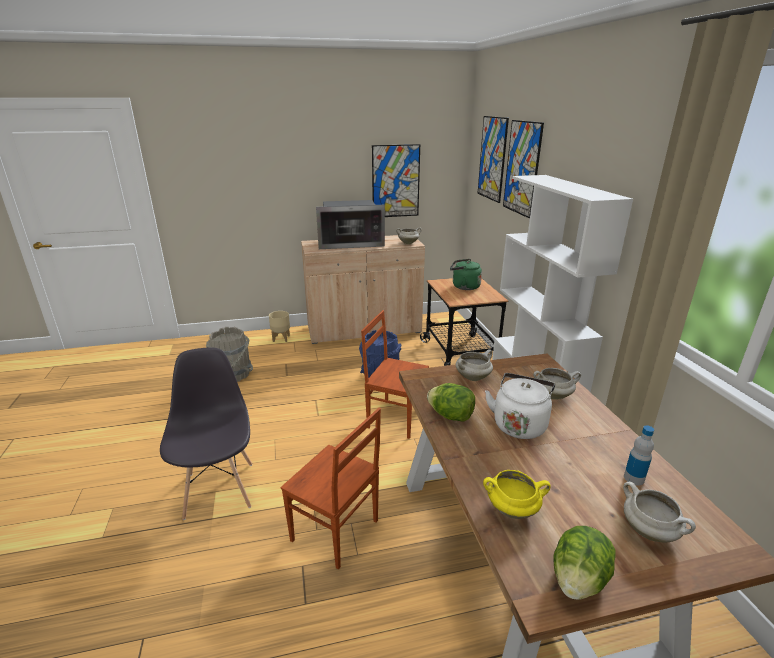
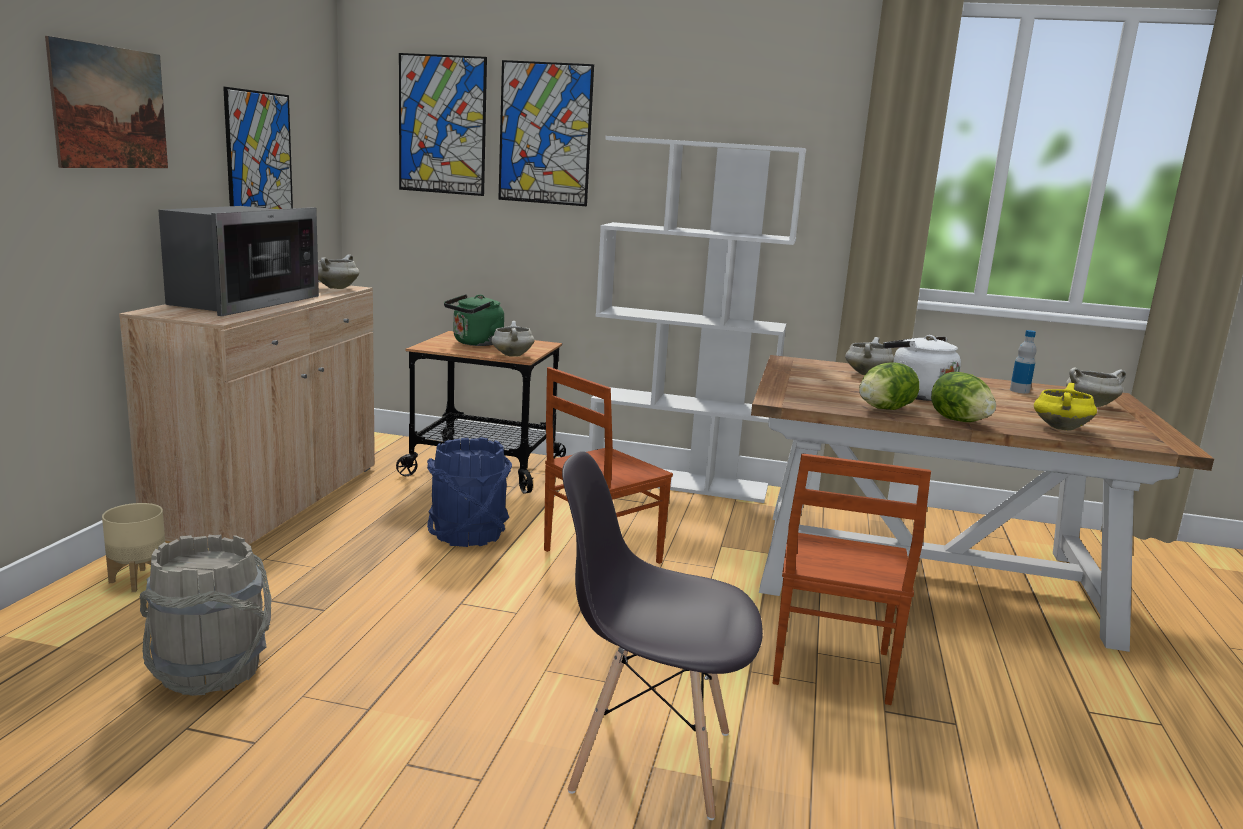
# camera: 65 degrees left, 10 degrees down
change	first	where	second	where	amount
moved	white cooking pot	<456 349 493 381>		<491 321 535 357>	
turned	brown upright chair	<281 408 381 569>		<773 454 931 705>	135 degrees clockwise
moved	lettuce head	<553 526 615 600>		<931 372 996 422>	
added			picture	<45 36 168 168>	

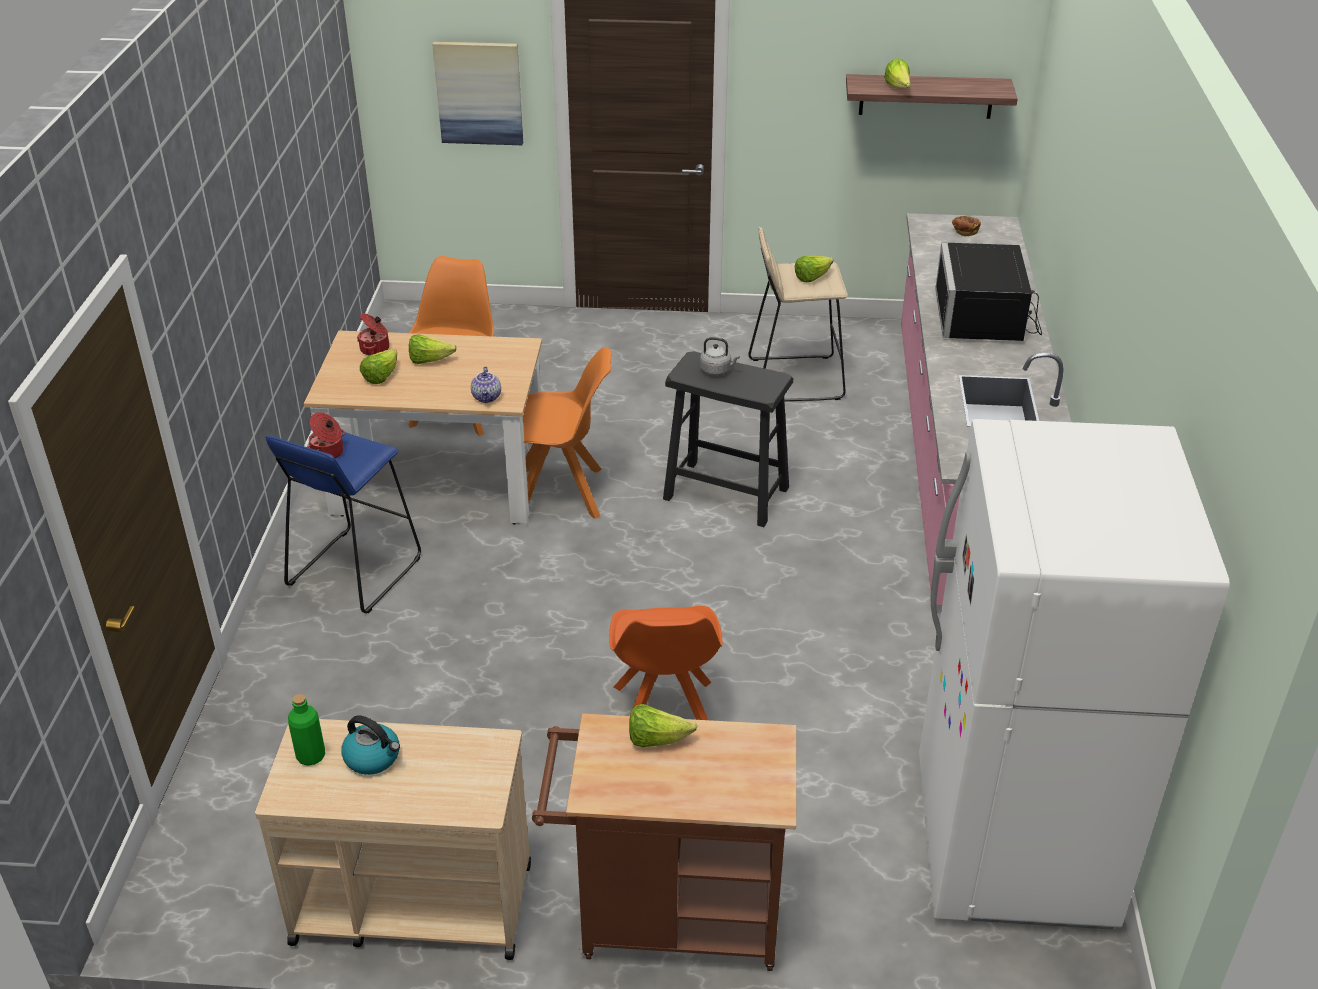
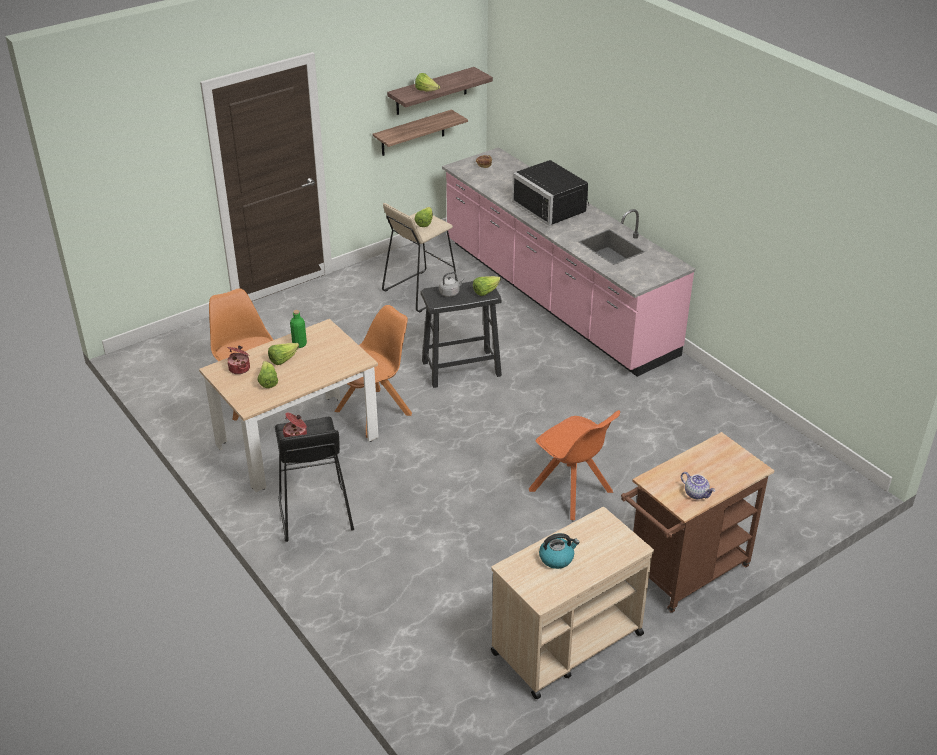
# camera: 40 degrees left, 0 degrees up
change	first	where	second	where	amount
removed	picture	<432 41 523 145>			
moved	teapot	<471 366 501 403>		<681 472 715 499>	
removed	white kitchen fridge	<919 419 1230 930>			
recoloured	blue stool seat	<266 431 421 613>	black stool seat	<275 417 354 542>	
moved	green drink bottle	<288 694 325 766>		<290 310 307 348>	
moved	lettuce head	<629 704 697 747>		<473 276 501 296>	
added			bracket shelf	<373 110 468 156>	

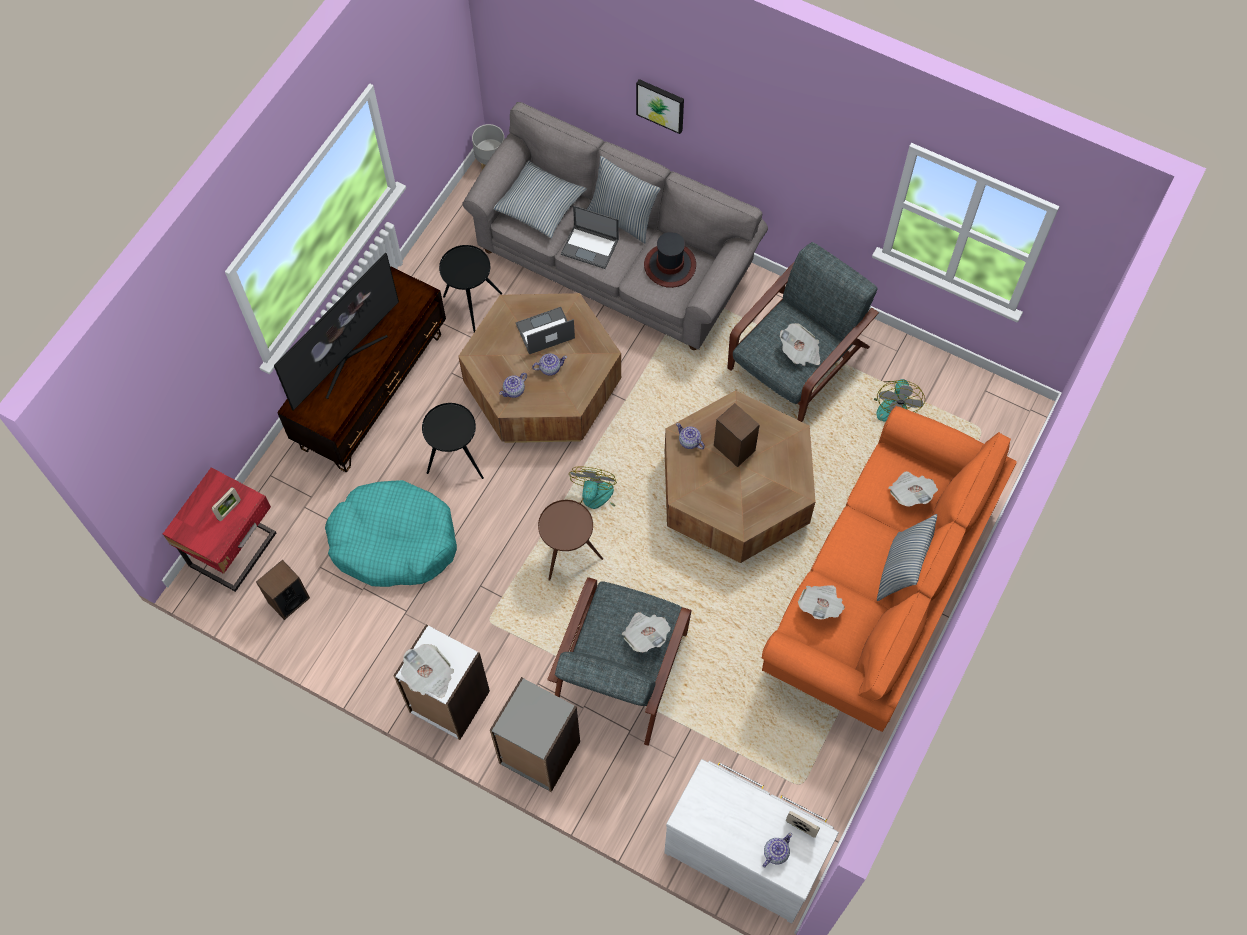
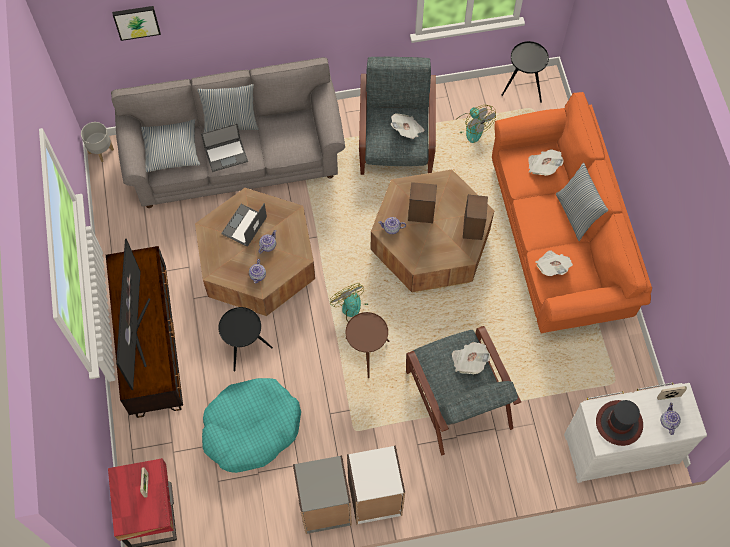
# camera: 40 degrees left, 0 degrees up
change	first	where	second	where	amount
moved	picture	<636 79 684 134>		<112 6 161 41>	
moved	wearable hat	<644 232 696 288>		<596 400 643 446>	
moved	black side table	<439 245 502 332>		<502 41 549 103>	
moved	audio speaker	<256 560 310 620>		<463 195 488 240>	
removed	printed paper	<401 644 454 698>			
moved	gray bookcase	<490 677 580 792>		<293 455 352 534>	

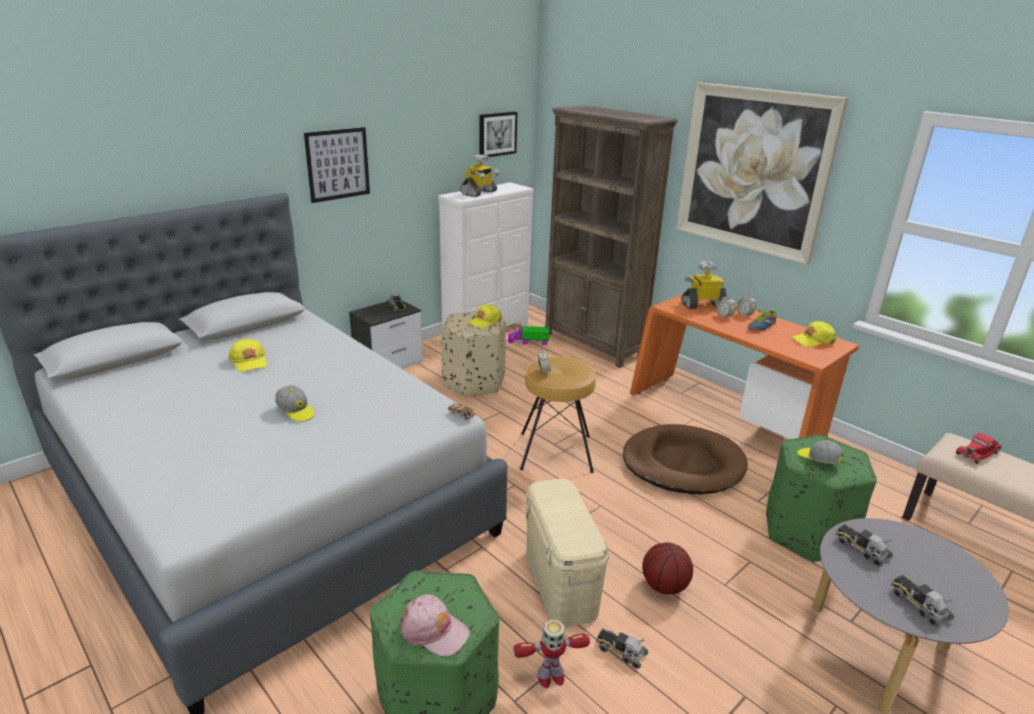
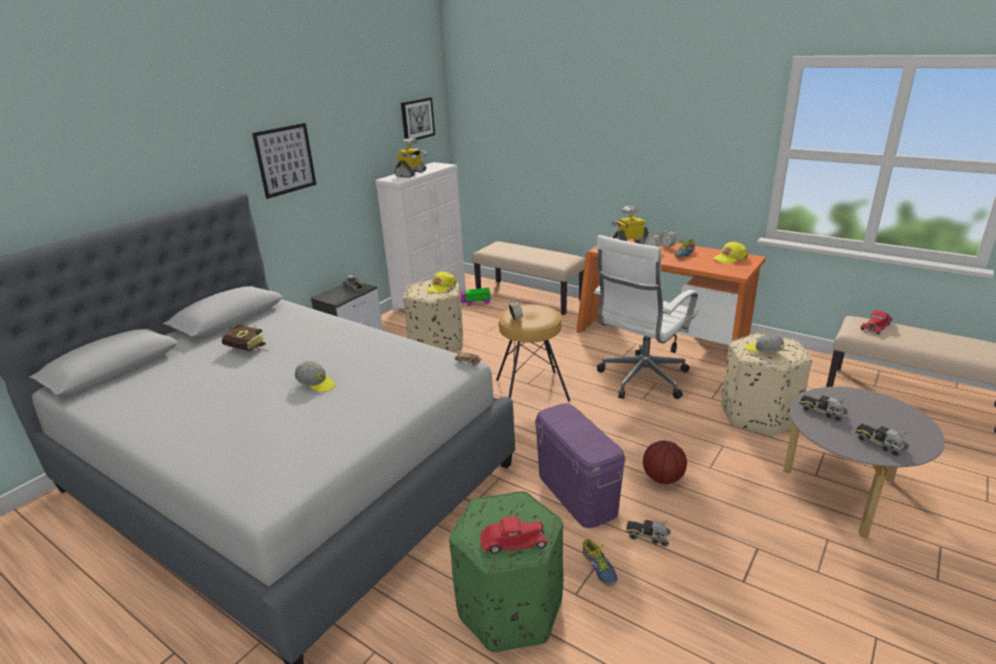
# camera: 10 degrees left, 0 degrees up
change	first	where	second	where	amount
removed	picture	<676 82 848 265>			
replaced	brown bookcase	<545 105 678 368>	sand-coloured bench	<472 241 585 315>	
replaced	yellowish peaked cap	<229 339 267 372>	volume	<222 323 269 351>	
replaced	brown dog cushion	<623 424 747 494>	white desk chair	<593 235 699 399>	
recoloured	green ottoman	<766 435 877 562>	sand-coloured ottoman	<722 333 812 437>	
recoloured	sand-coloured storage container	<526 479 609 627>	purple storage container	<535 403 626 528>	
replaced	pink peaked cap	<400 594 470 657>	reddish toy car	<480 517 548 554>	
replaced	model robot	<513 620 590 688>	shoe	<581 539 618 586>	

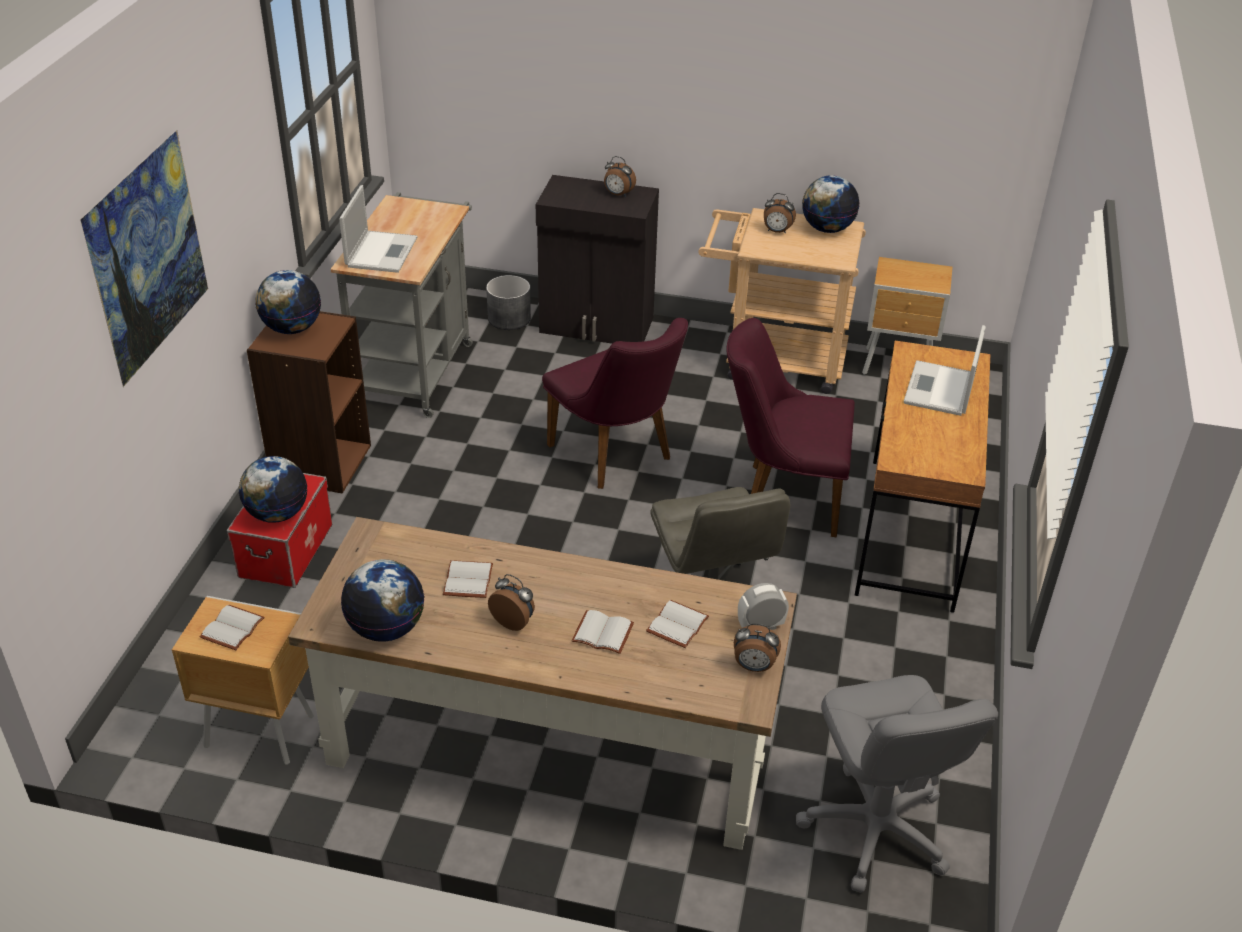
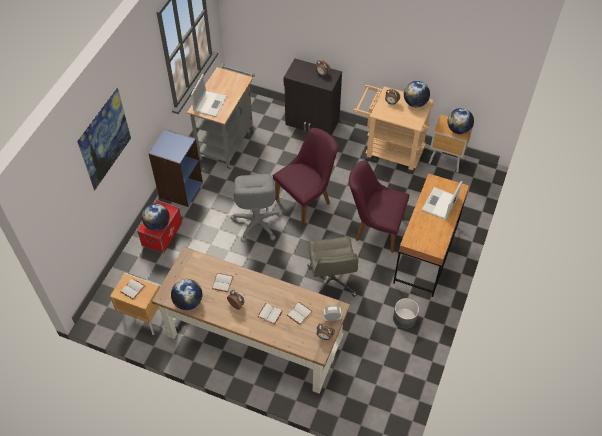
# camera: 10 degrees right, 15 degrees up
change	first	where	second	where	amount
moved	world globe	<256 270 321 334>		<448 108 474 134>	
moved	gray planter	<486 275 531 330>		<393 298 419 329>	
recoloured	brown bookcase	<247 311 371 494>	blue bookcase	<148 129 203 207>	
turned	purple upright chair	<542 318 688 489>		<273 128 338 225>	105 degrees counterclockwise
moved	gray desk chair	<796 675 998 893>		<230 174 283 243>	

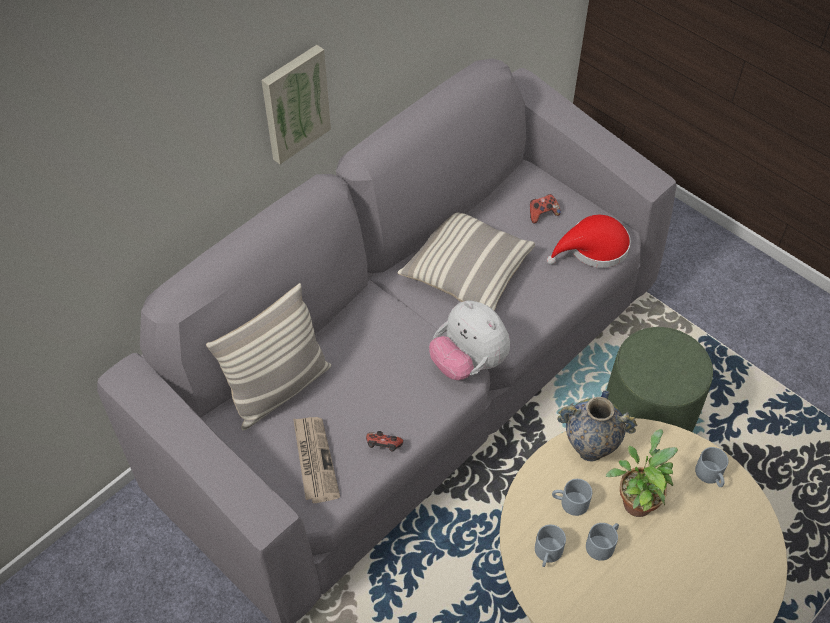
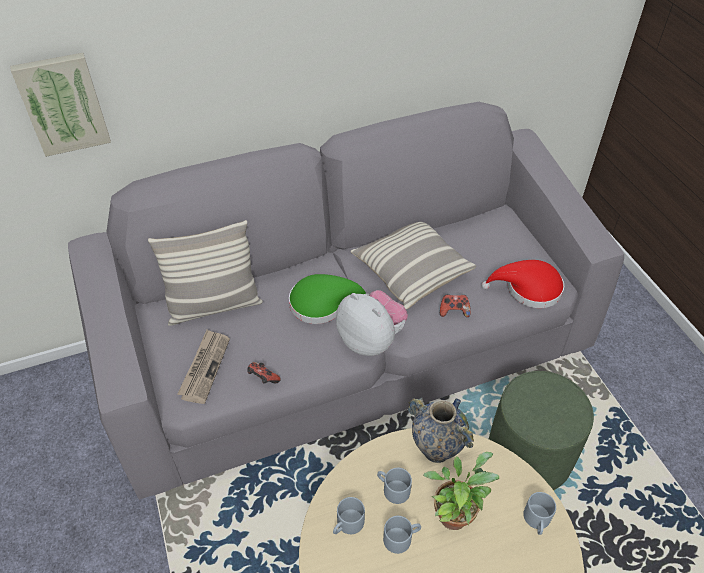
# camera: 25 degrees right, 5 degrees down
change	first	where	second	where	amount
moved	picture	<262 45 331 164>		<10 53 111 157>	
moved	game controller	<530 194 561 224>		<440 294 471 317>	
turned	plush toy	<429 300 510 380>		<336 290 408 356>	150 degrees clockwise
added			green wearable hat	<289 274 366 324>	

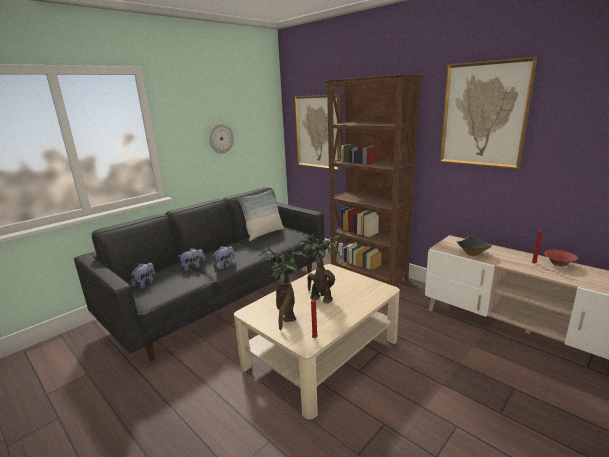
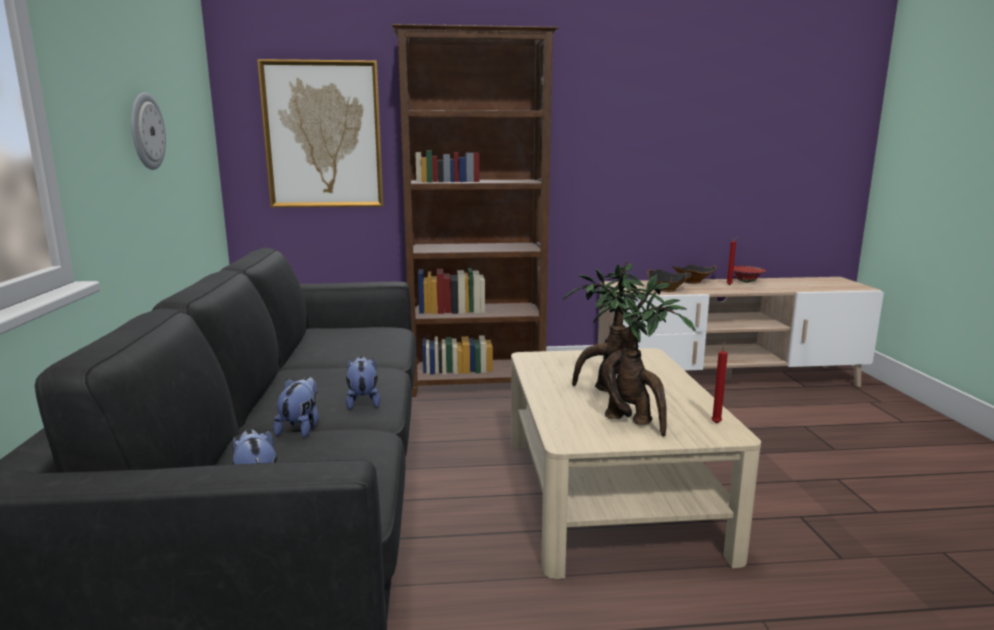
# camera: 50 degrees left, 5 degrees down
change	first	where	second	where	amount
removed	picture	<440 57 538 169>			
removed	pillow	<238 189 284 241>			
added			black bowl	<672 264 717 284>	

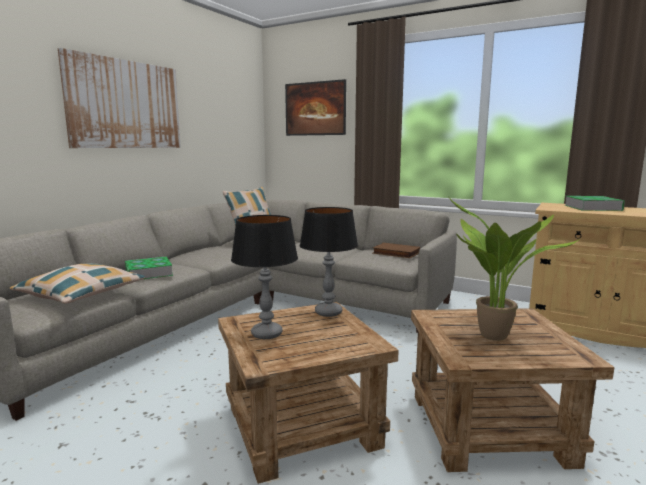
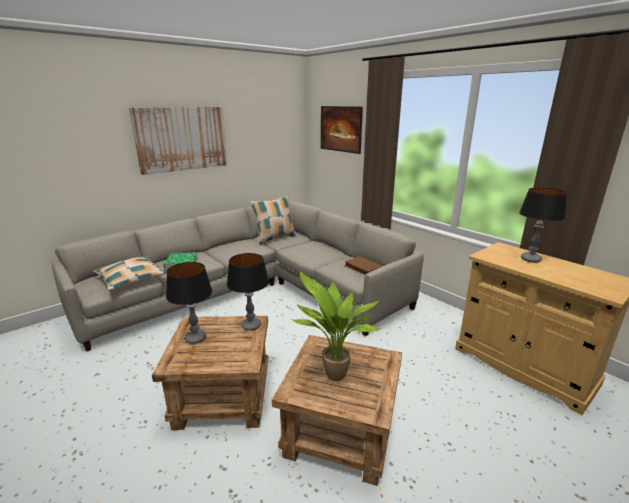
# camera: 20 degrees right, 10 degrees up
change	first	where	second	where	amount
replaced	volume	<564 196 625 211>	table lamp	<519 188 567 263>	

